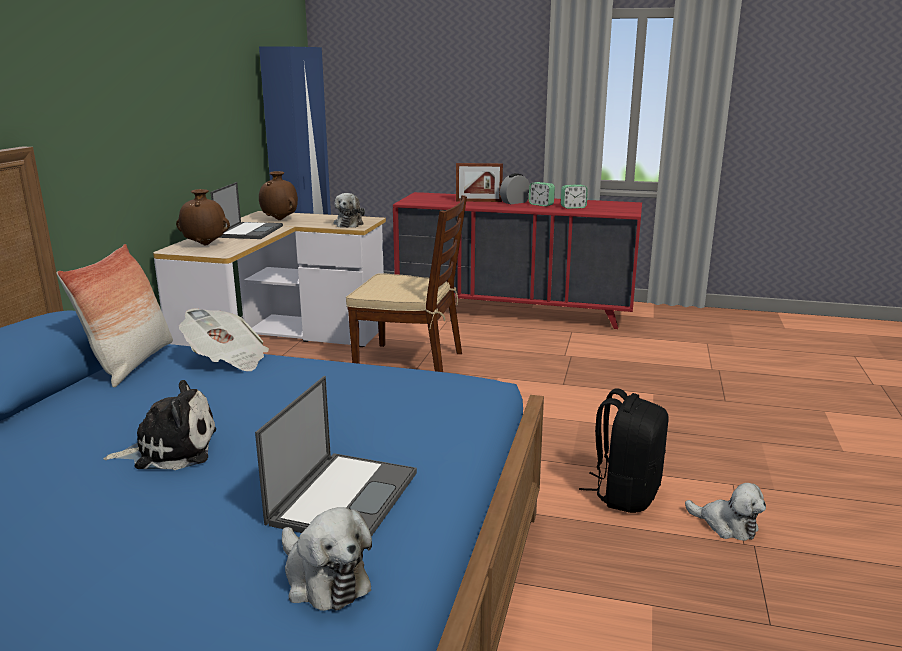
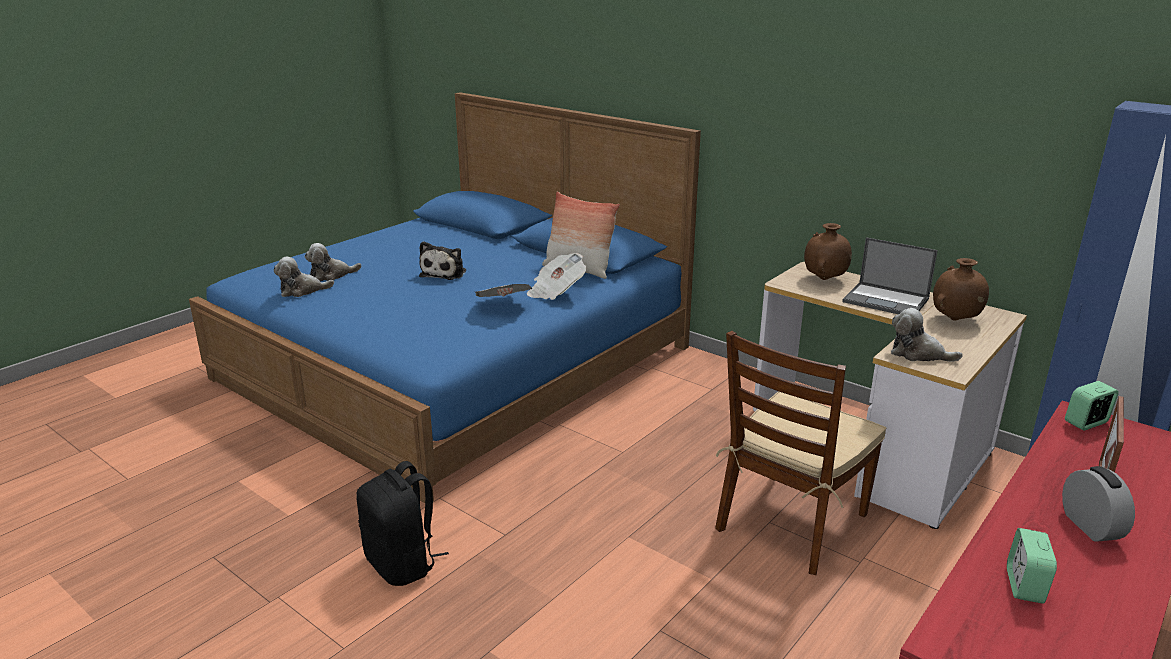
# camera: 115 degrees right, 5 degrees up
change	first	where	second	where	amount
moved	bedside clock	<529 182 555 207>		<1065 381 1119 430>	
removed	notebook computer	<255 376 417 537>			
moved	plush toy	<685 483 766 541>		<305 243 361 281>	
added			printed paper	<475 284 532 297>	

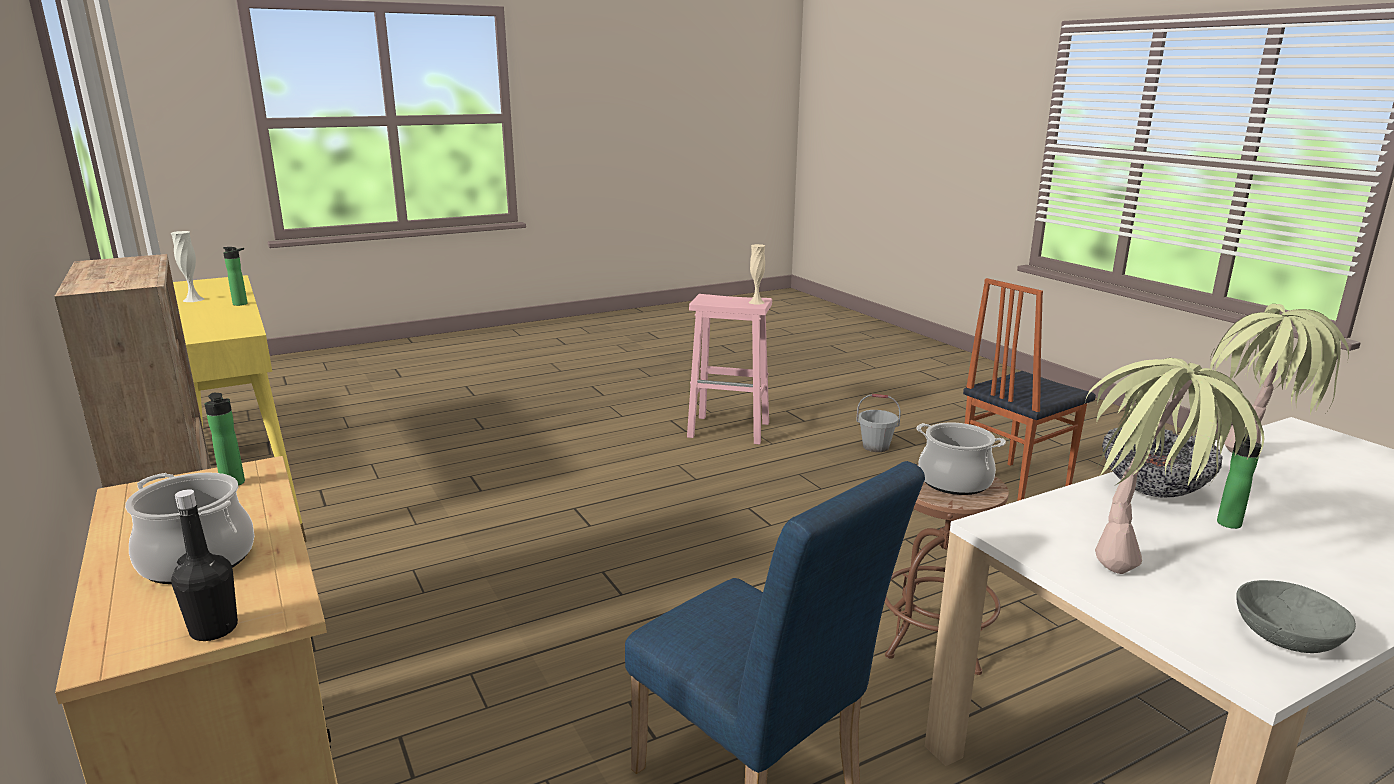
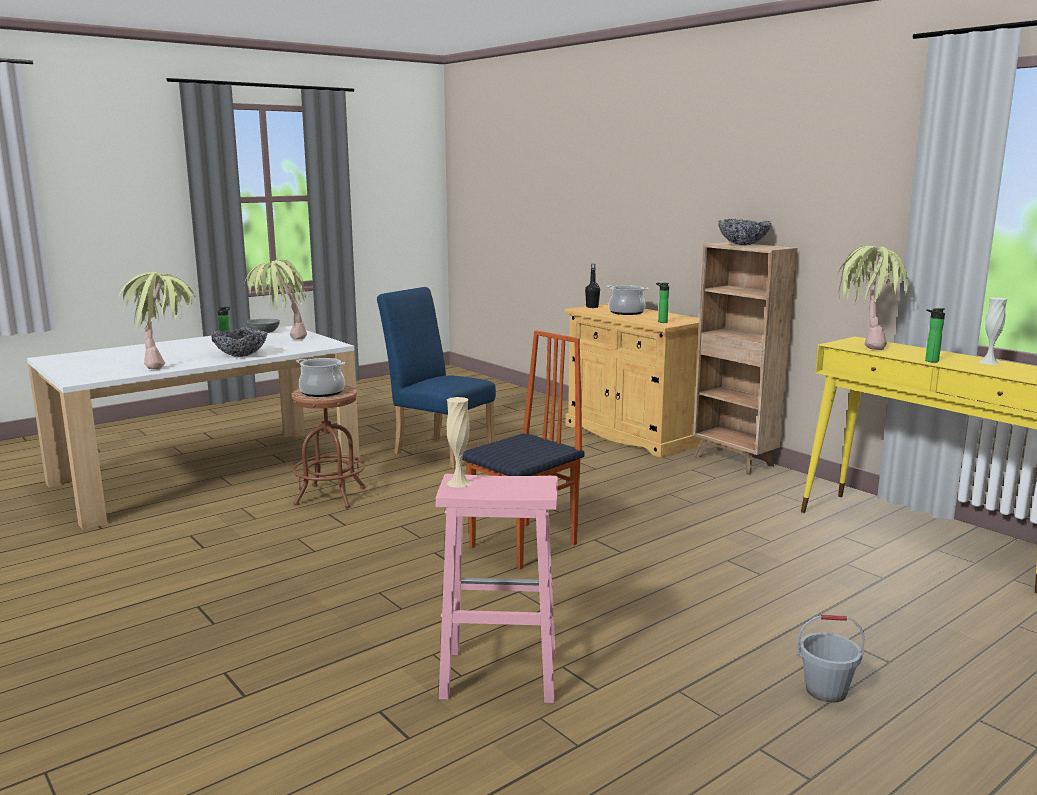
# camera: 170 degrees right, 5 degrees down
change	first	where	second	where	amount
moved	upright chair	<963 278 1096 501>		<462 330 584 569>	
moved	gray water bucket	<856 394 901 452>		<797 615 865 703>	
added			bowl	<718 219 771 245>	
added			houseplant	<838 246 909 350>	

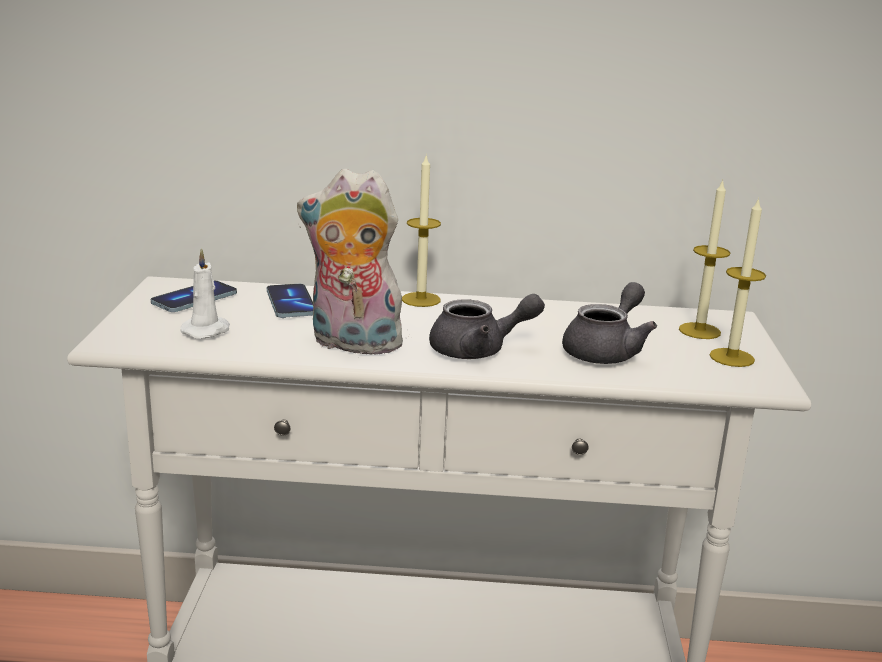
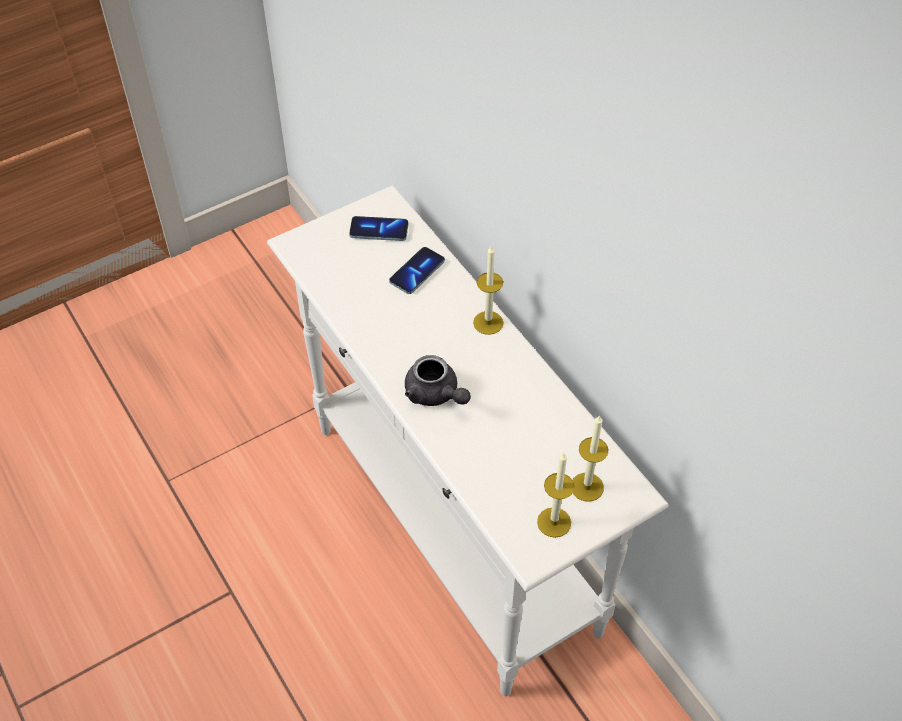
# camera: 55 degrees right, 30 degrees up
change	first	where	second	where	amount
removed	plush toy	<297 169 403 358>			
removed	white wax light	<180 248 230 339>			
removed	gray teapot	<562 282 657 364>			

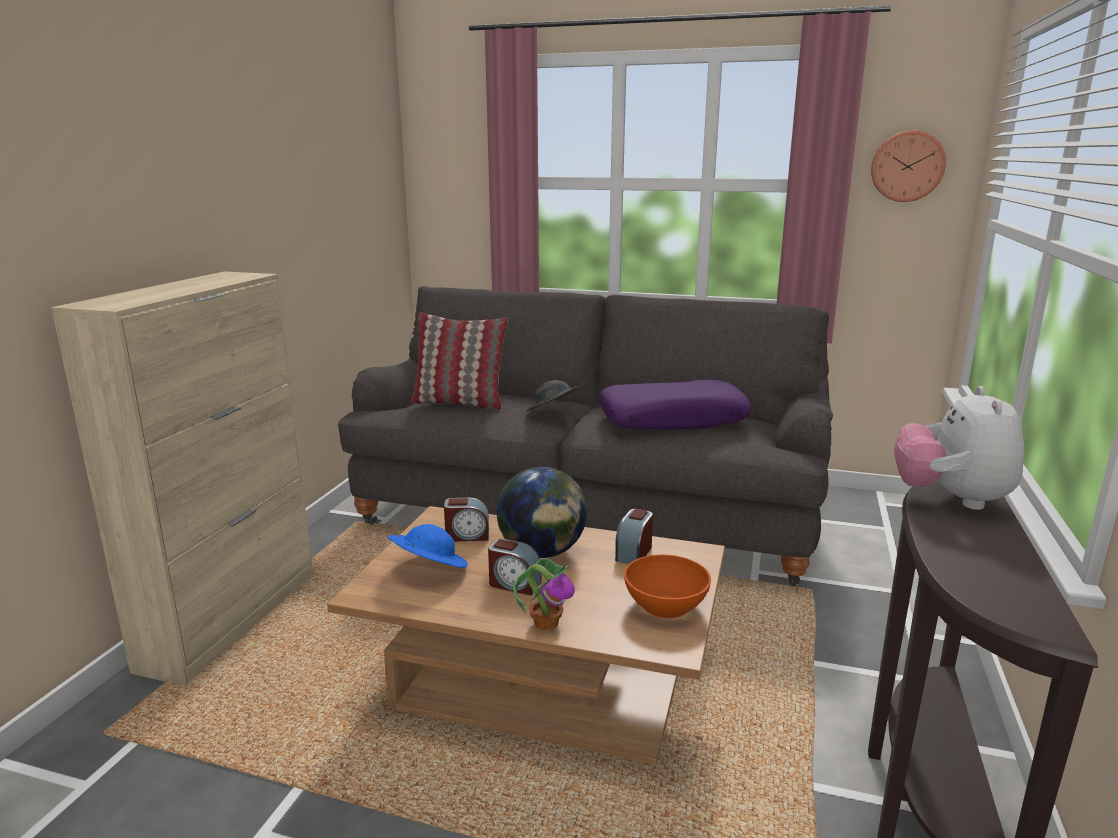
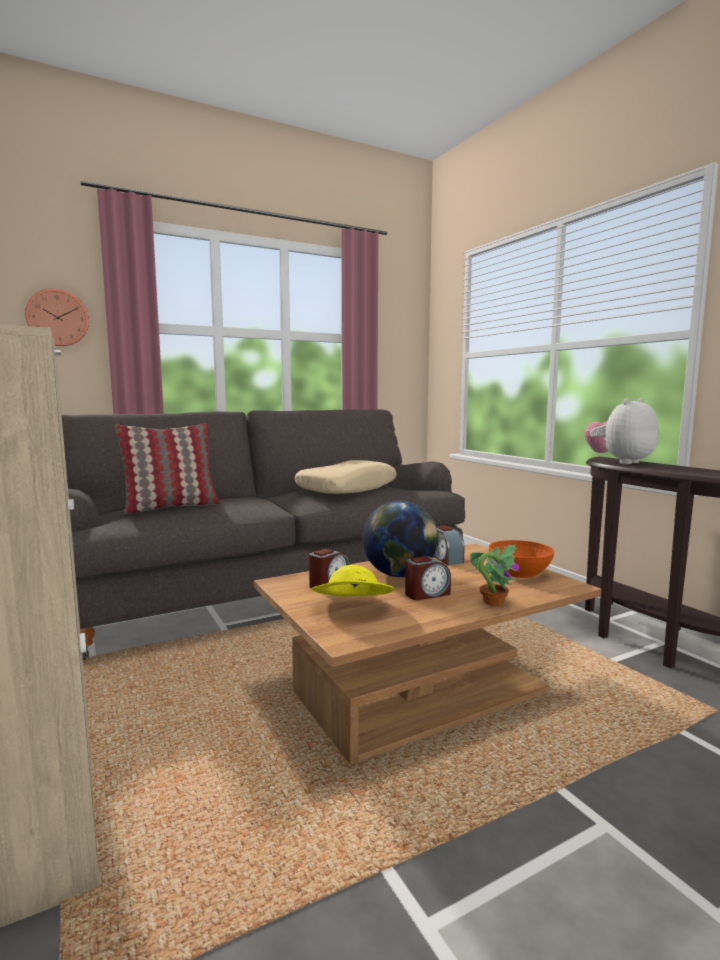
# camera: 45 degrees left, 10 degrees down
change	first	where	second	where	amount
moved	hanging clock	<871 131 946 202>		<25 288 89 346>	
recoloured	purple pillow	<599 379 751 430>	sand-coloured pillow	<295 460 397 494>	
removed	gray wearable hat	<526 380 583 411>			
turned	plush toy	<894 386 1024 510>		<585 398 658 464>	90 degrees clockwise
recoloured	blue wearable hat	<388 524 468 568>	yellowish wearable hat	<312 565 394 596>	

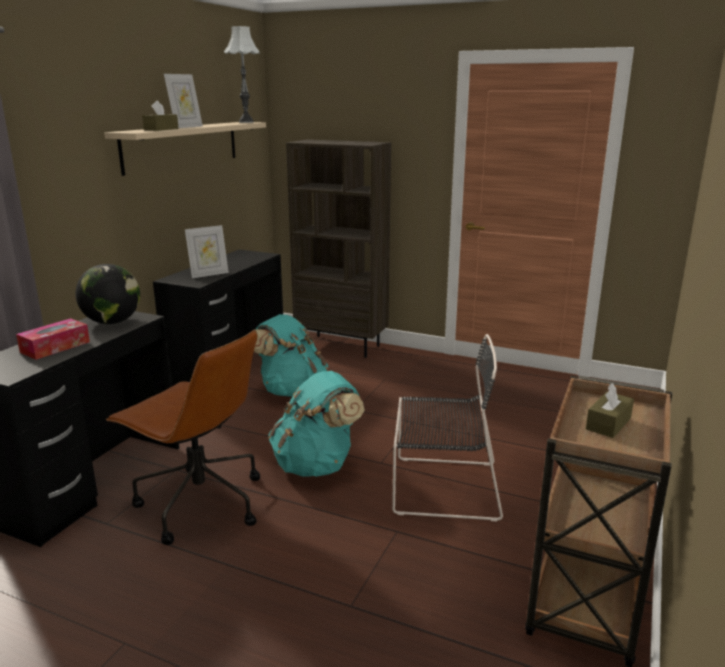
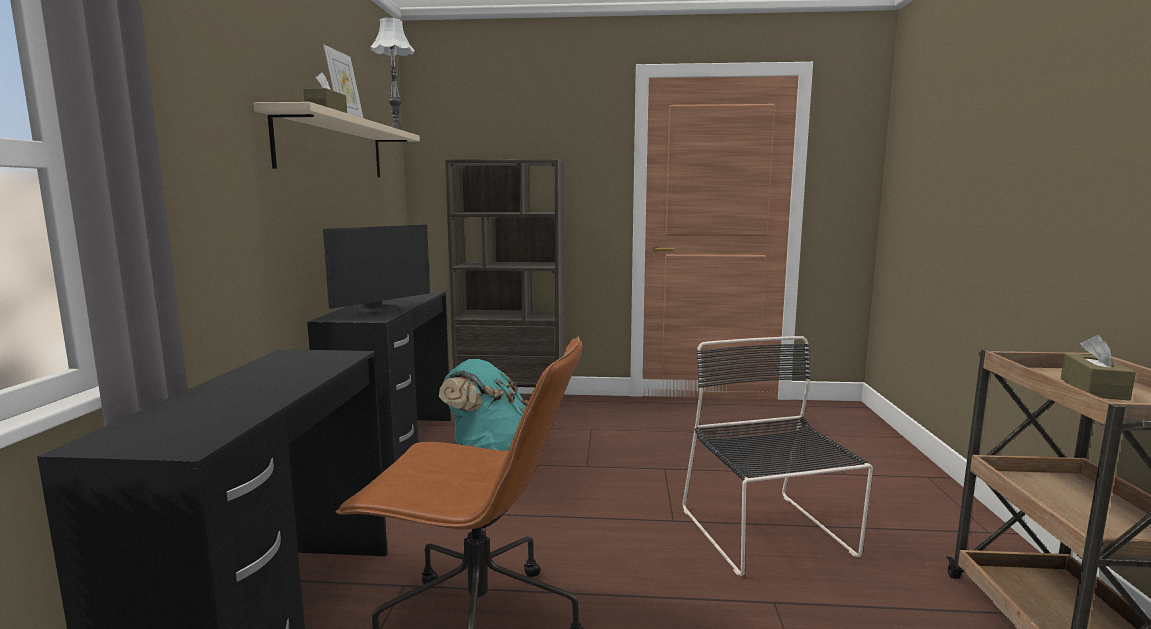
# camera: 20 degrees left, 10 degrees down
change	first	where	second	where	amount
replaced	standing frame	<185 225 229 278>	monitor	<323 225 430 315>	
removed	world globe	<76 264 140 324>			
removed	tissue holder	<16 318 90 360>			
turned	black upright chair	<392 334 503 521>		<683 336 873 576>	90 degrees counterclockwise
removed	turquoise-coloured knapsack	<269 371 365 477>			

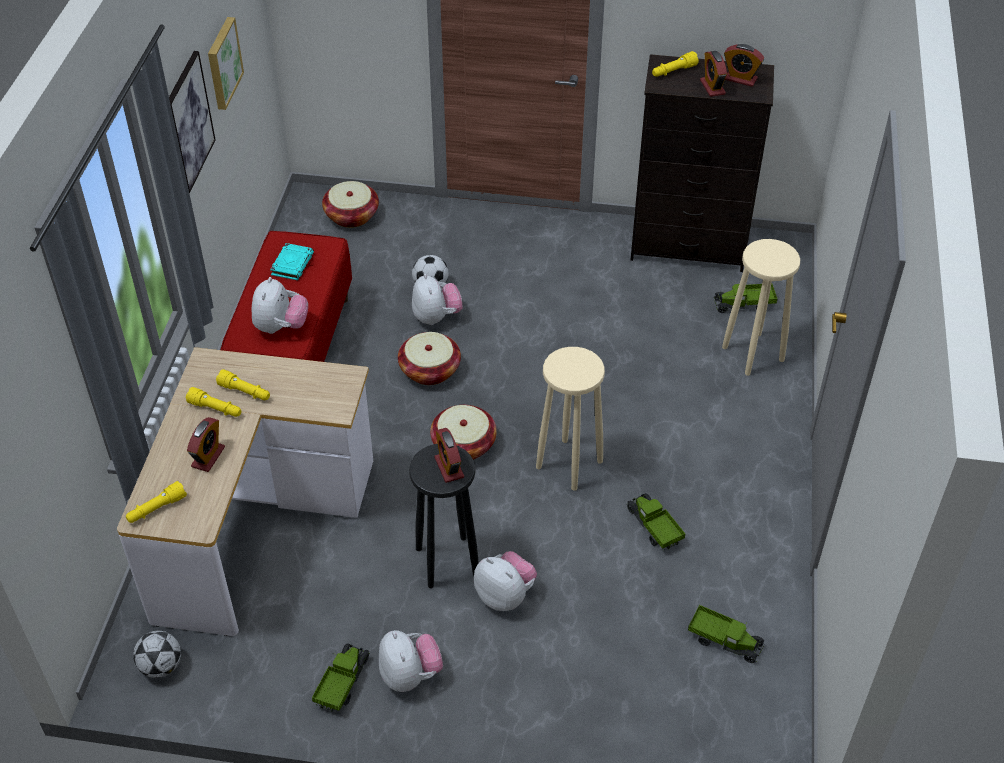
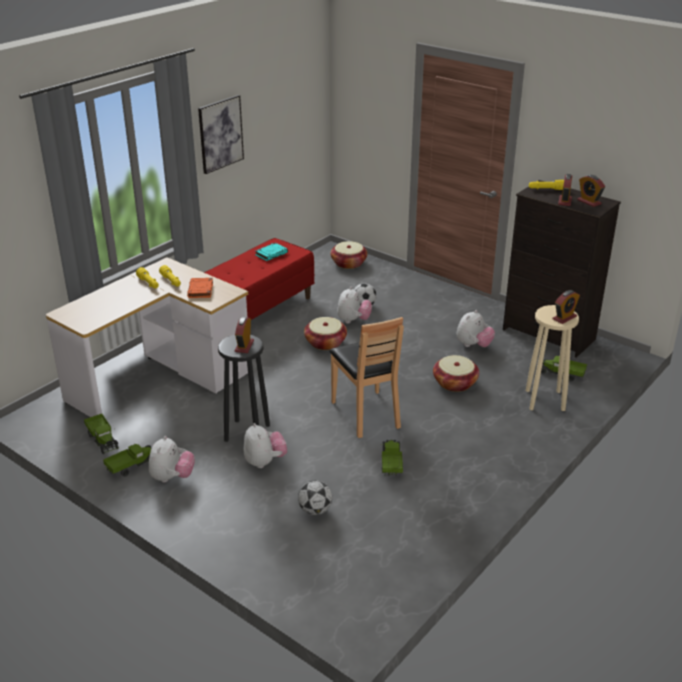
# camera: 30 degrees right, 15 degrees down
change	first	where	second	where	amount
removed	picture	<208 17 244 110>			
moved	plush toy	<252 277 308 334>		<456 310 495 347>	
replaced	sand-coloured stool seat	<536 347 605 491>	brown upright chair	<329 317 404 438>	
moved	basket	<430 405 497 460>		<433 355 479 392>	
moved	bedside clock	<187 417 225 472>		<552 290 580 324>	
removed	yellowish torch	<126 481 187 523>			
moved	toy truck	<688 605 764 663>		<84 414 119 454>	
moved	football	<133 631 181 678>		<298 481 332 515>	
added			orange-coloured volume	<187 278 213 298>	

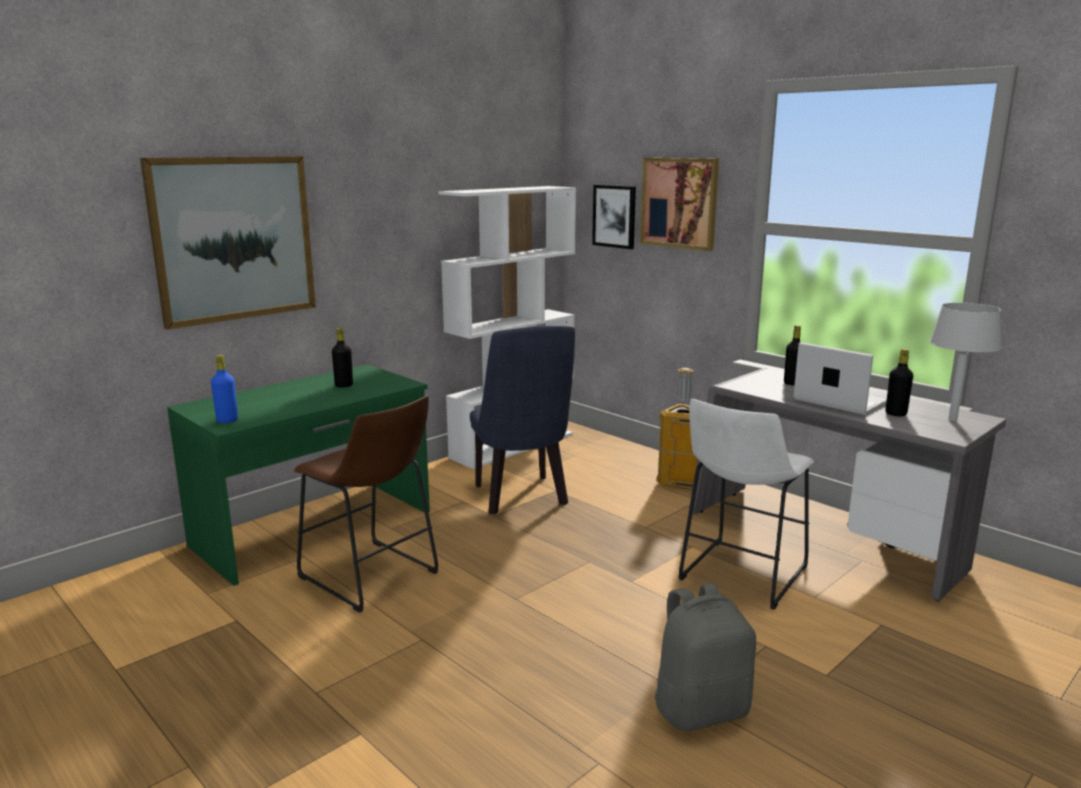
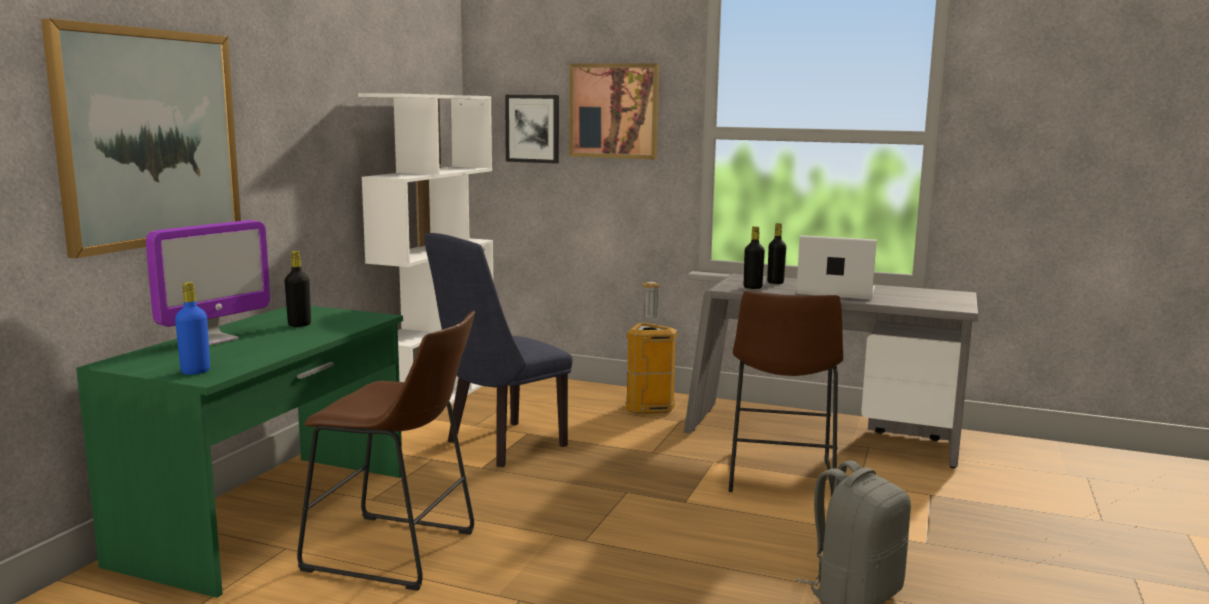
# camera: 25 degrees left, 5 degrees down
change	first	where	second	where	amount
removed	gray table lamp	<929 303 1002 421>			
turned	blue upright chair	<470 326 575 515>		<425 233 573 467>	90 degrees clockwise
moved	black drink bottle	<886 349 913 416>		<744 226 765 289>	
recoloured	white stool seat	<679 399 814 610>	brown stool seat	<729 291 843 496>	
added			monitor	<146 220 270 345>	

